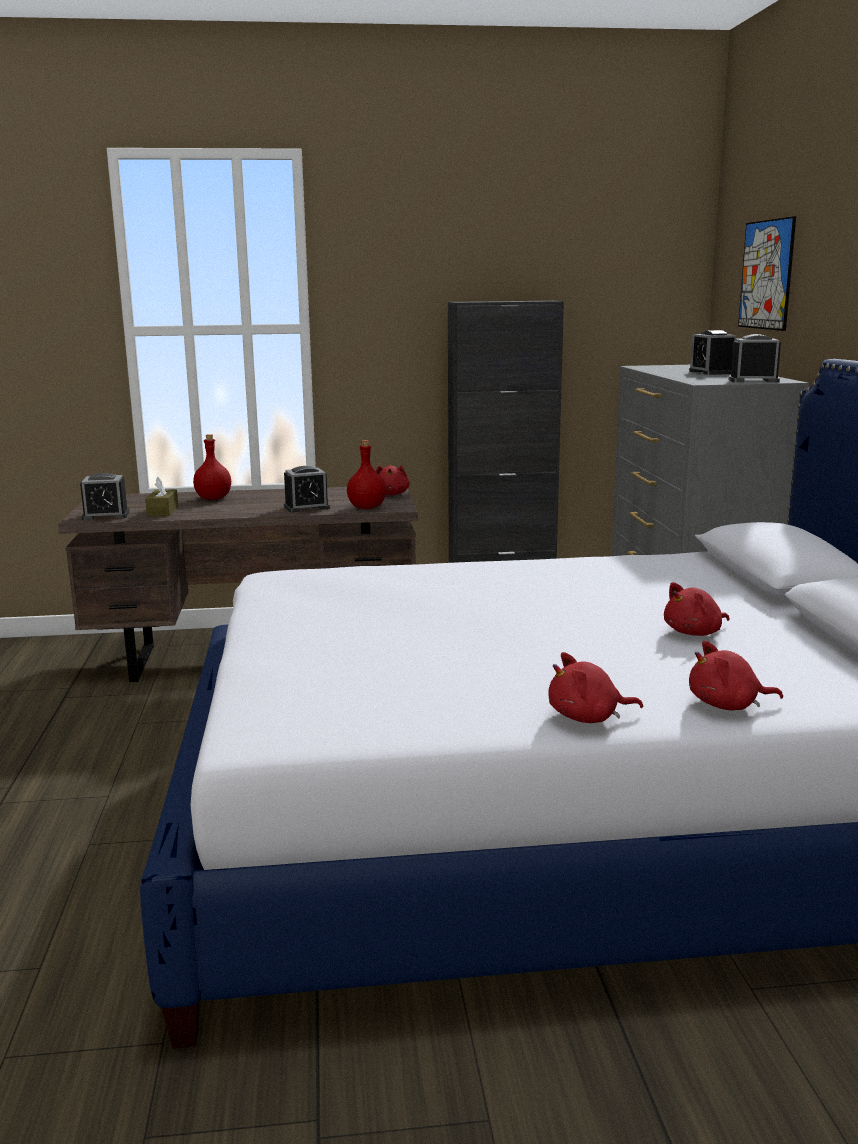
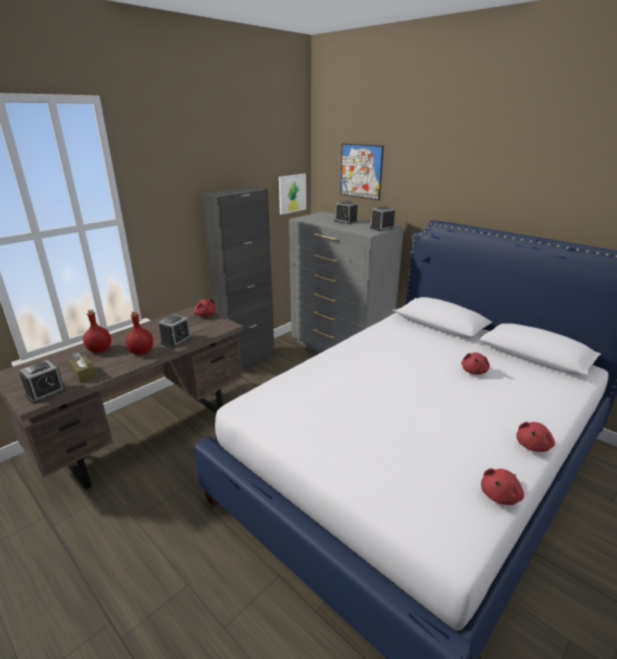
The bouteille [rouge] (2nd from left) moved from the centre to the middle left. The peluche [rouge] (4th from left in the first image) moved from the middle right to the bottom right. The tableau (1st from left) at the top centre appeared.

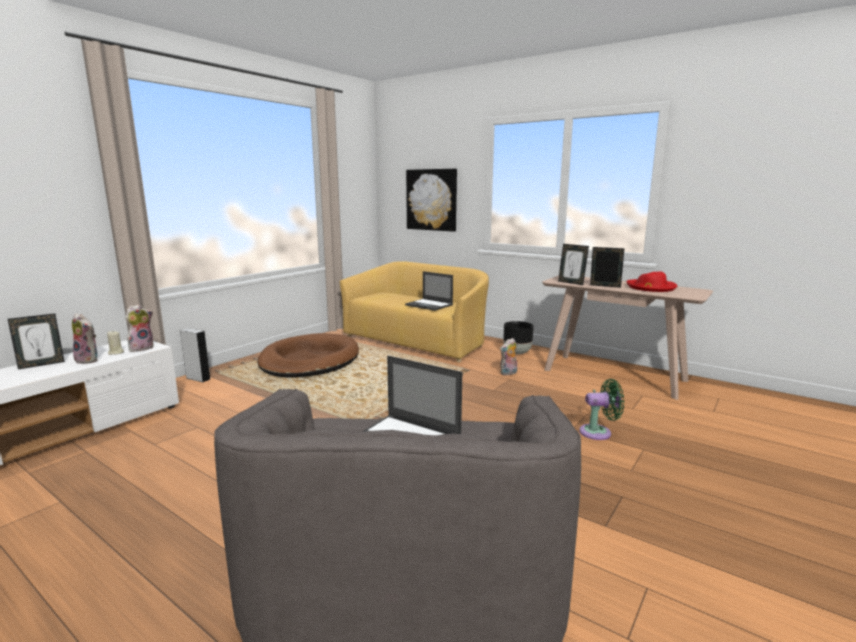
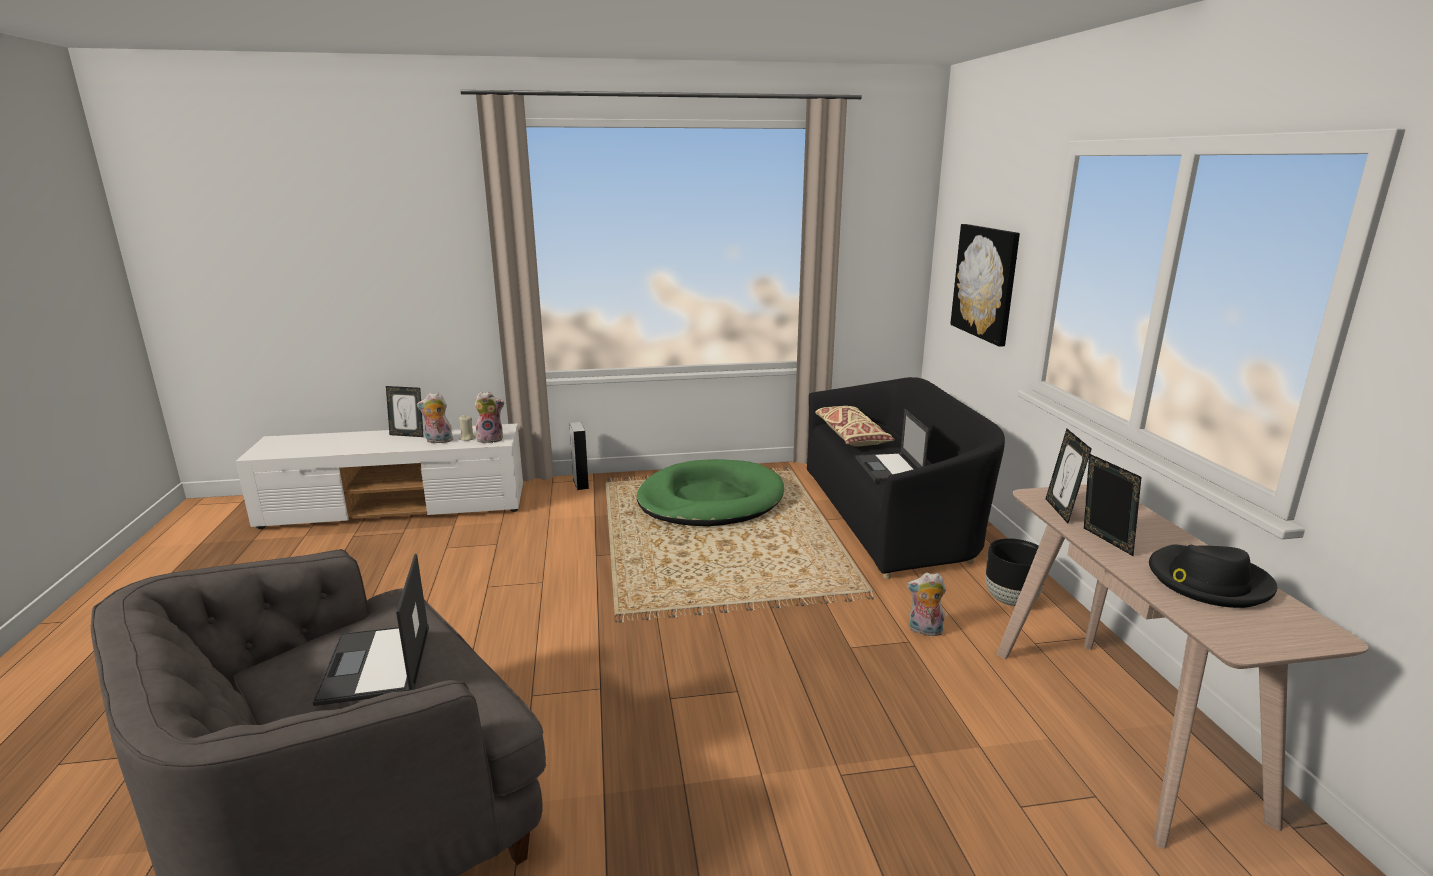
The canapé [jaune] at the centre became the canapé [noir] at the centre. The chapeau [rouge] at the middle right became the chapeau [noir] at the middle right. The peluche (1st from left) at the middle left turned 105 degrees clockwise. The panier pour chien [marron] at the centre became the panier pour chien [vert] at the centre. The ventilateur [vert] at the middle right disappeared. The coussin [beige] at the centre appeared.

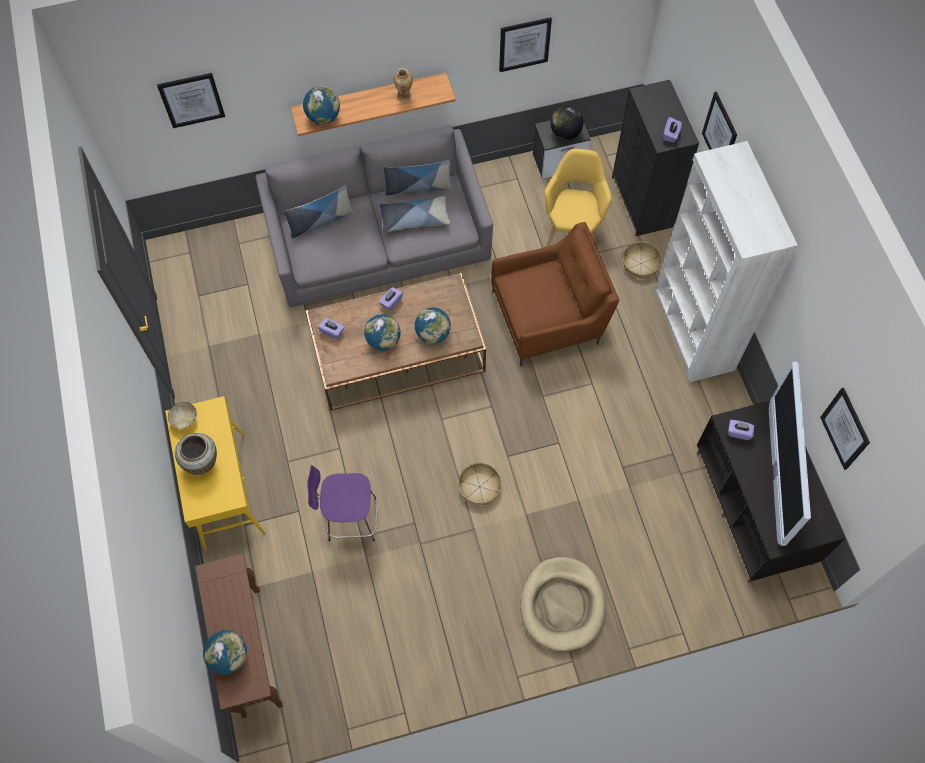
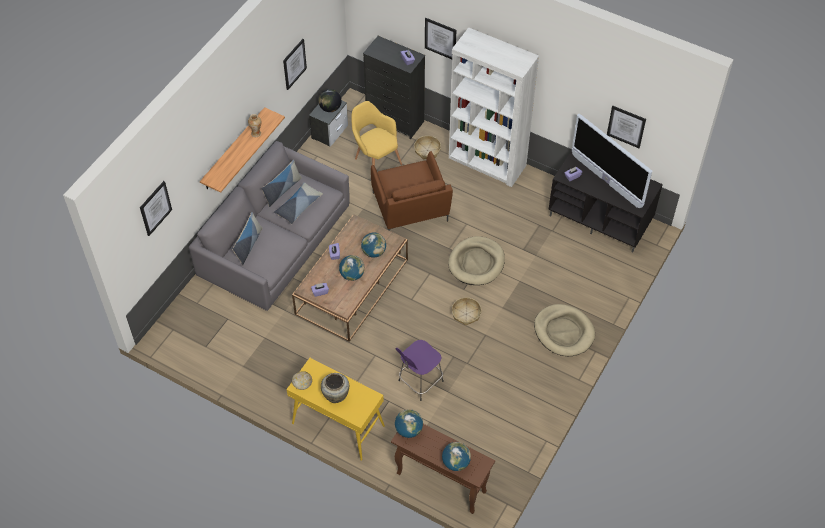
The globe (2nd from left in the first image) moved from the top centre to the bottom centre. The fauteuil [marron] at the centre turned 135 degrees clockwise. The panier pour chien [beige] (1st from left) at the centre appeared.

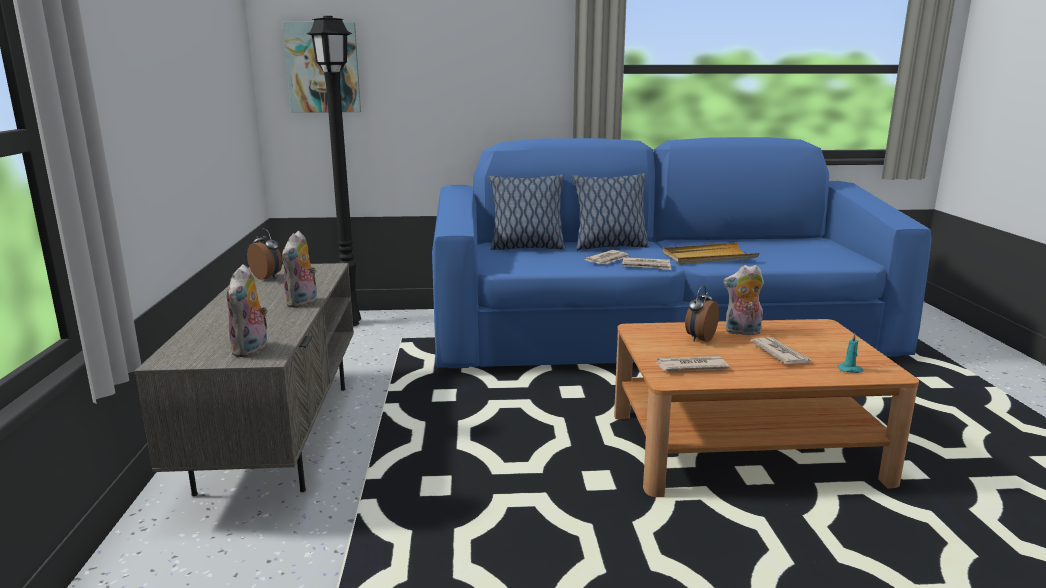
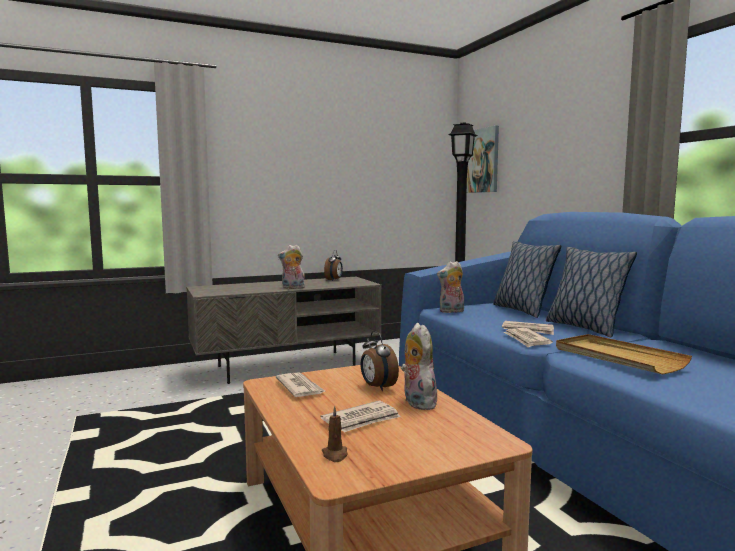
The peluche (1st from left in the first image) moved from the middle left to the centre. The réveil (2nd from left) at the middle right turned 135 degrees counterclockwise. The bougie [turquoise] at the middle right became the bougie [marron] at the bottom centre.

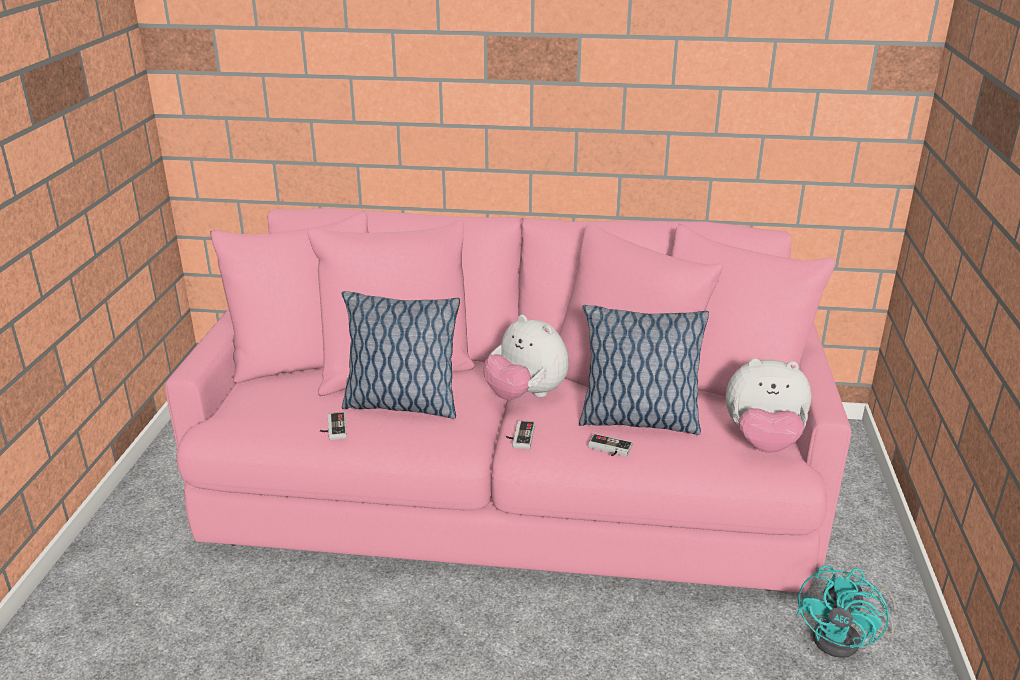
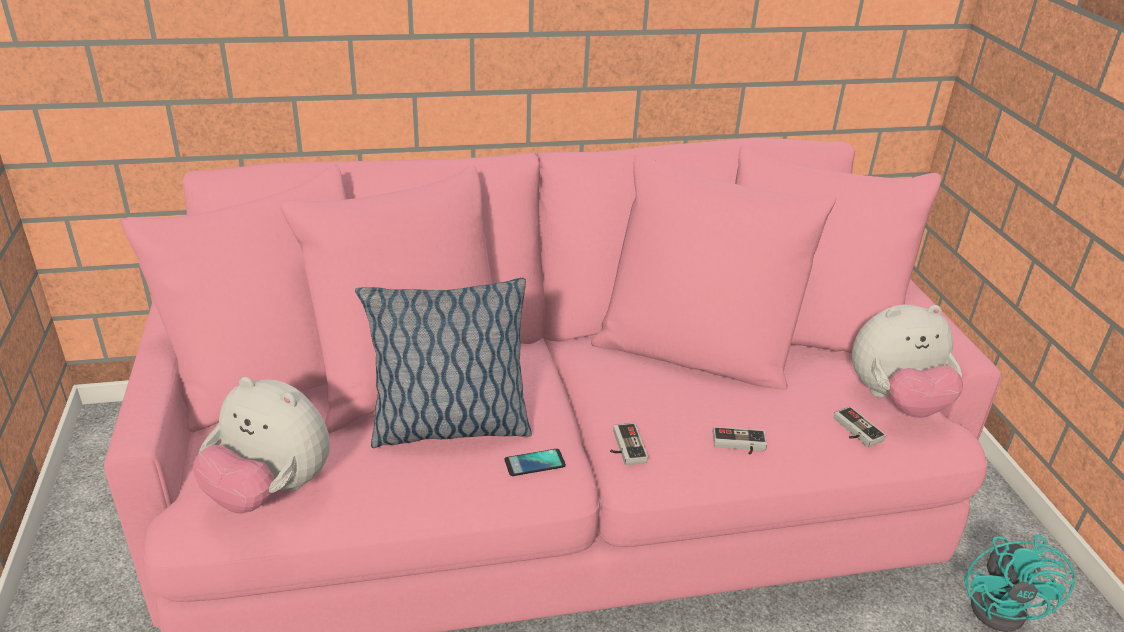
The coussin (2nd from left) at the centre disappeared. The peluche (1st from left) moved from the centre to the bottom left. The manette (1st from left in the first image) moved from the middle left to the bottom right. The téléphone at the bottom centre appeared.

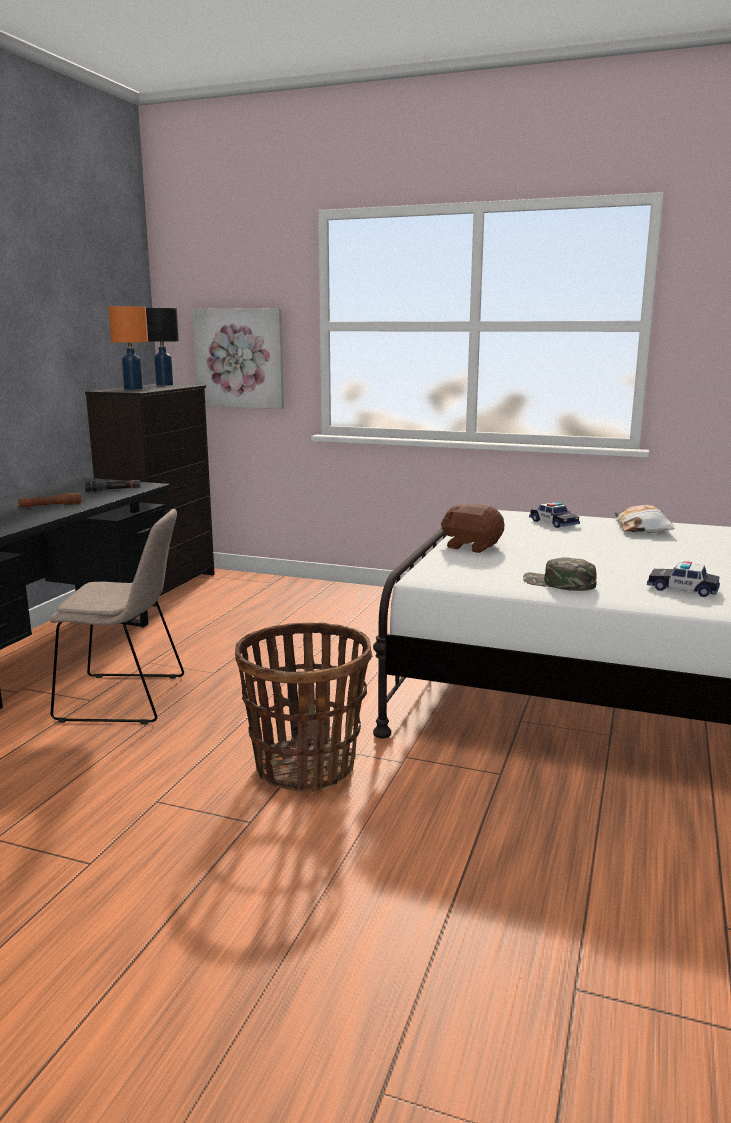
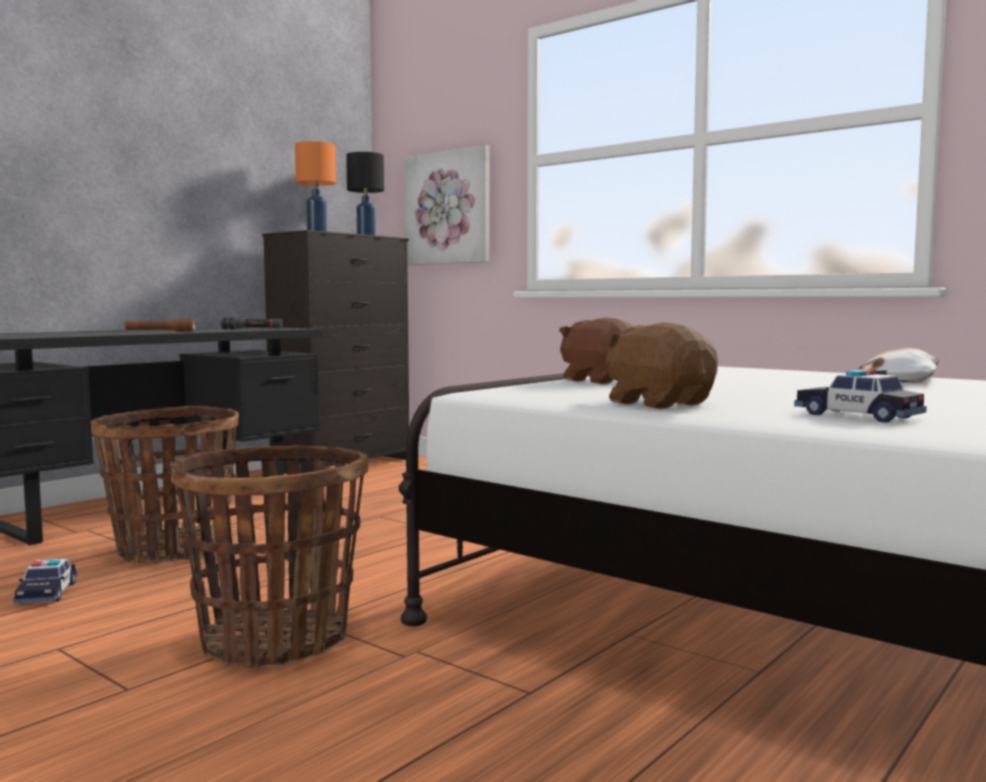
The petite voiture (1st from left) moved from the middle right to the bottom left. The chaise [beige] at the middle left was replaced by the panier (1st from left) at the middle left. The casquette [vert] at the middle right was replaced by the peluche [marron] (2nd from left) at the middle right.

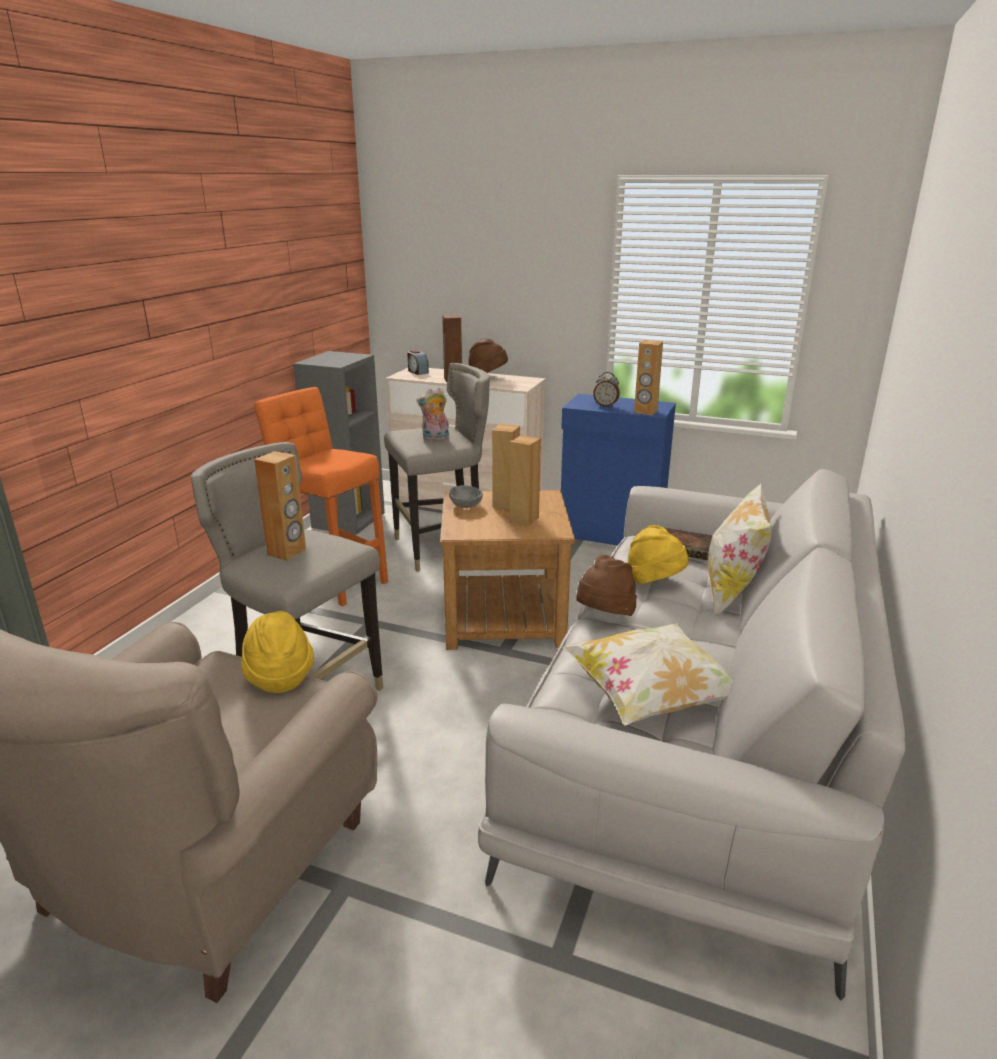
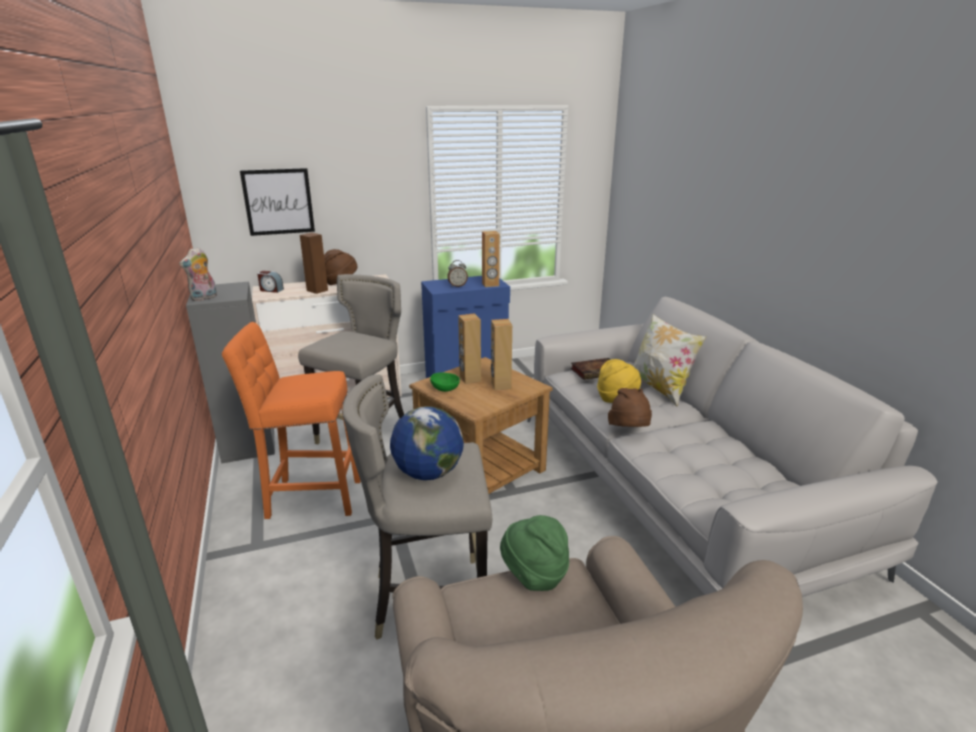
The peluche moved from the centre to the middle left. The enceinte [marron] (1st from left) at the middle left was replaced by the globe at the centre. The bol [gris] at the centre became the bol [vert] at the centre. The chapeau [jaune] (1st from left) at the middle left became the chapeau [vert] at the bottom centre. The coussin (1st from left) at the centre disappeared. The tableau at the top left appeared.

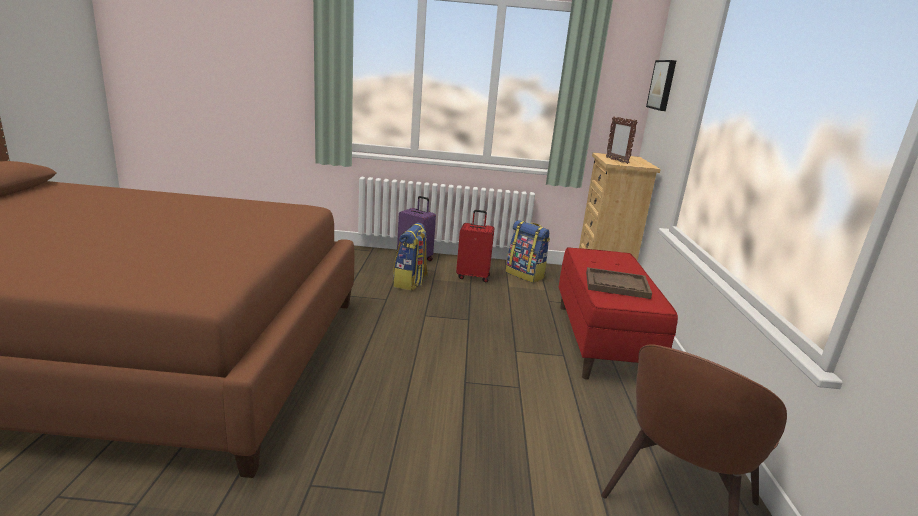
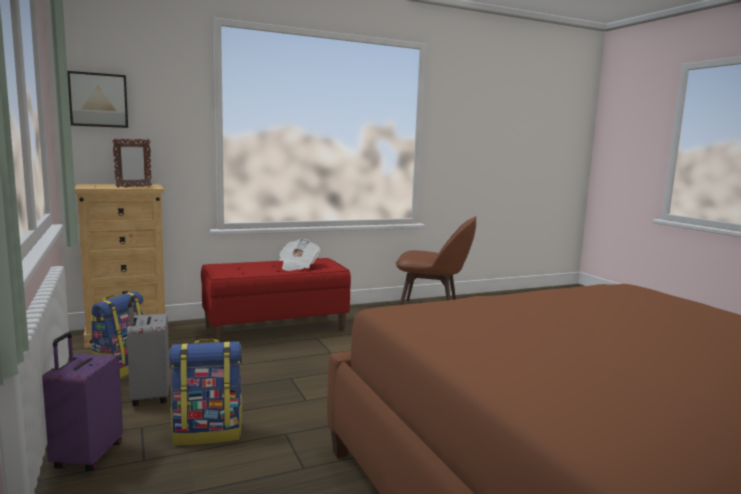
The valise [rouge] at the centre became the valise [gris] at the bottom left. The plateau [marron] at the middle right was replaced by the journal at the centre.

